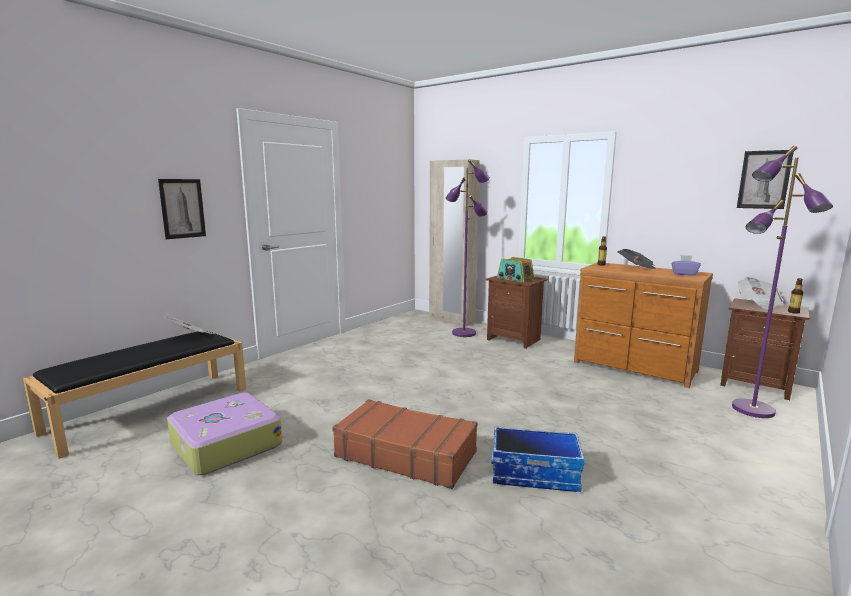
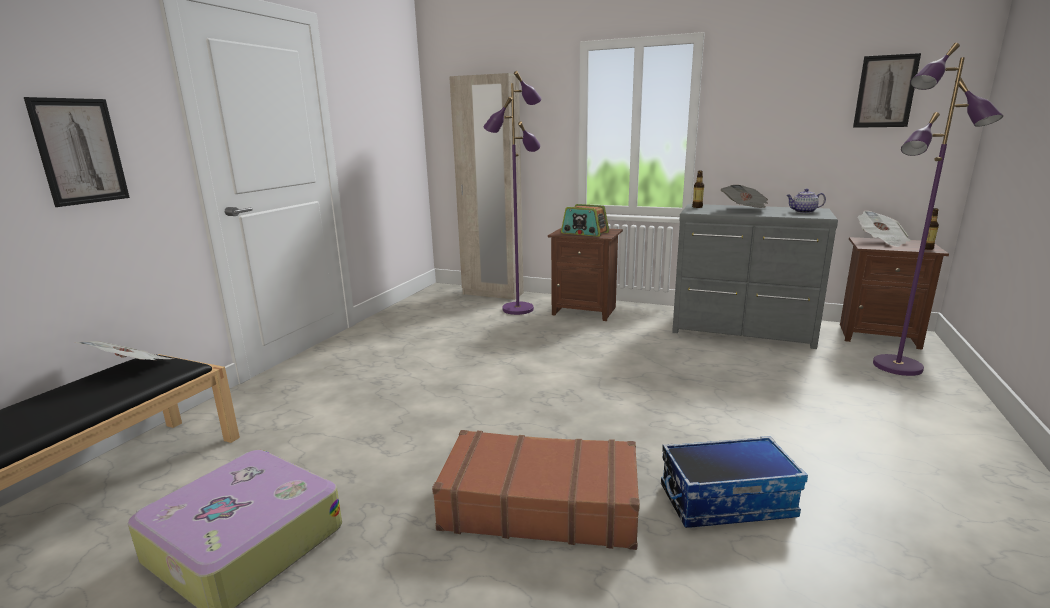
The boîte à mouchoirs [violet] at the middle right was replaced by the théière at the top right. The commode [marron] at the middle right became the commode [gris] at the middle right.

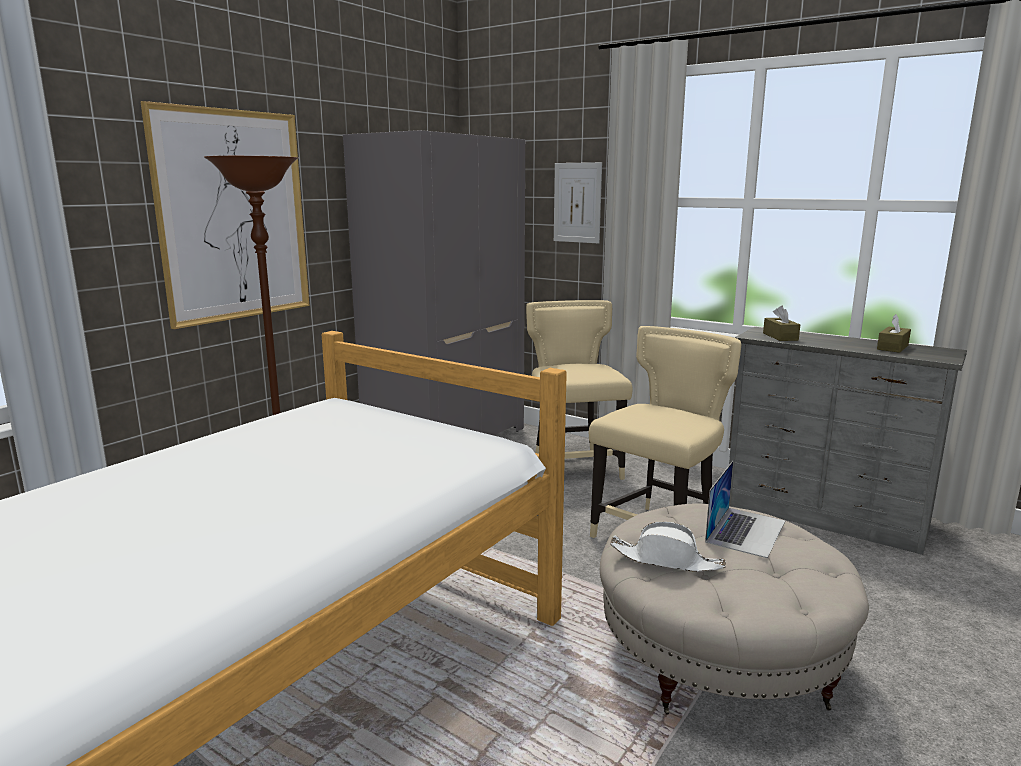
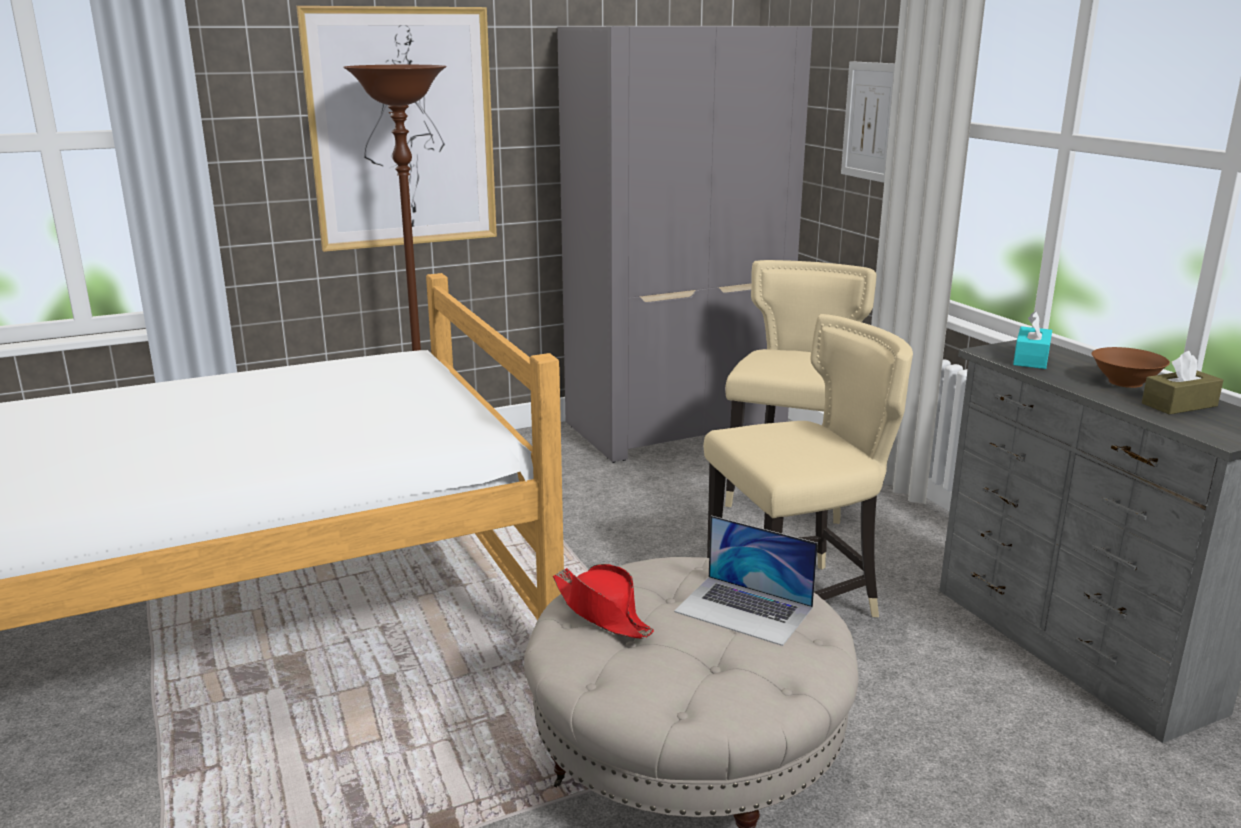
The boîte à mouchoirs [marron] (1st from left) at the middle right became the boîte à mouchoirs [turquoise] at the middle right. The ordinateur portable at the middle right turned 60 degrees clockwise. The chapeau [blanc] at the bottom centre became the chapeau [rouge] at the bottom centre. The bol [marron] at the middle right appeared.

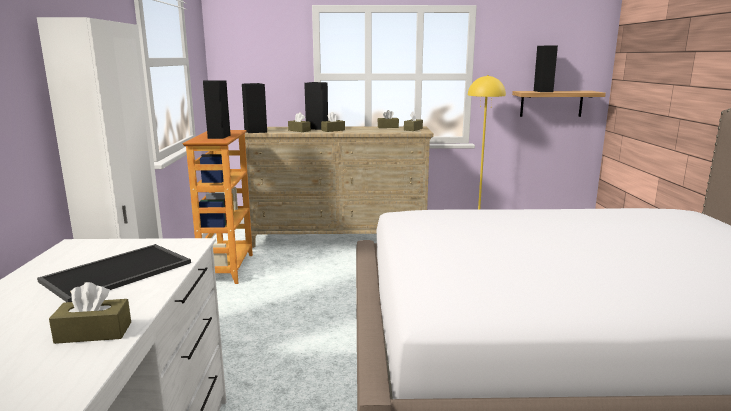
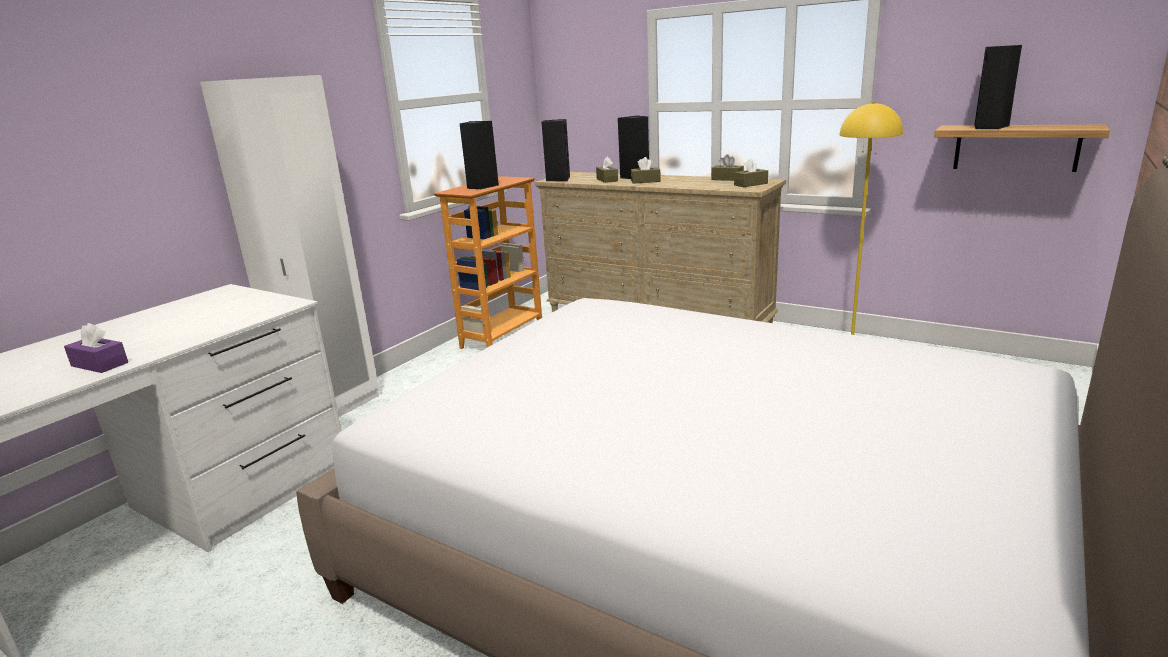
The plateau at the middle left disappeared. The boîte à mouchoirs [marron] (1st from left) at the bottom left became the boîte à mouchoirs [violet] at the middle left.

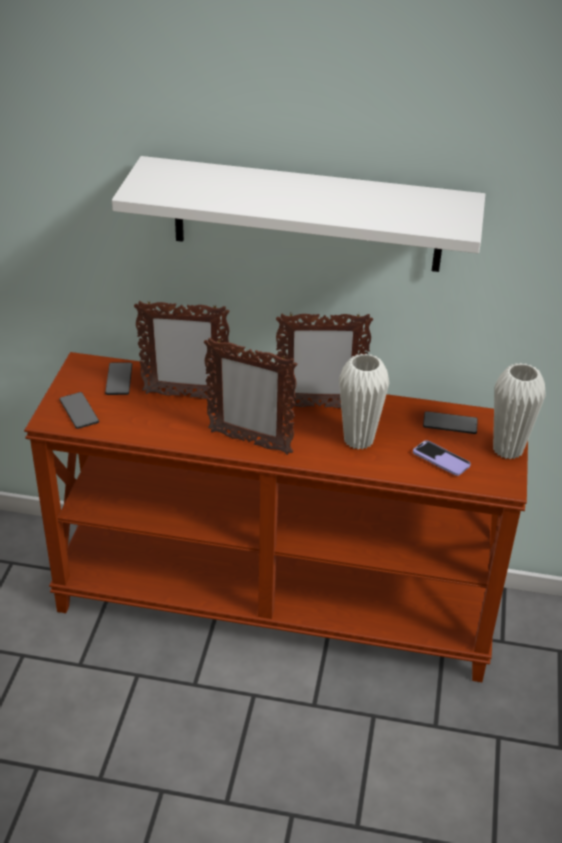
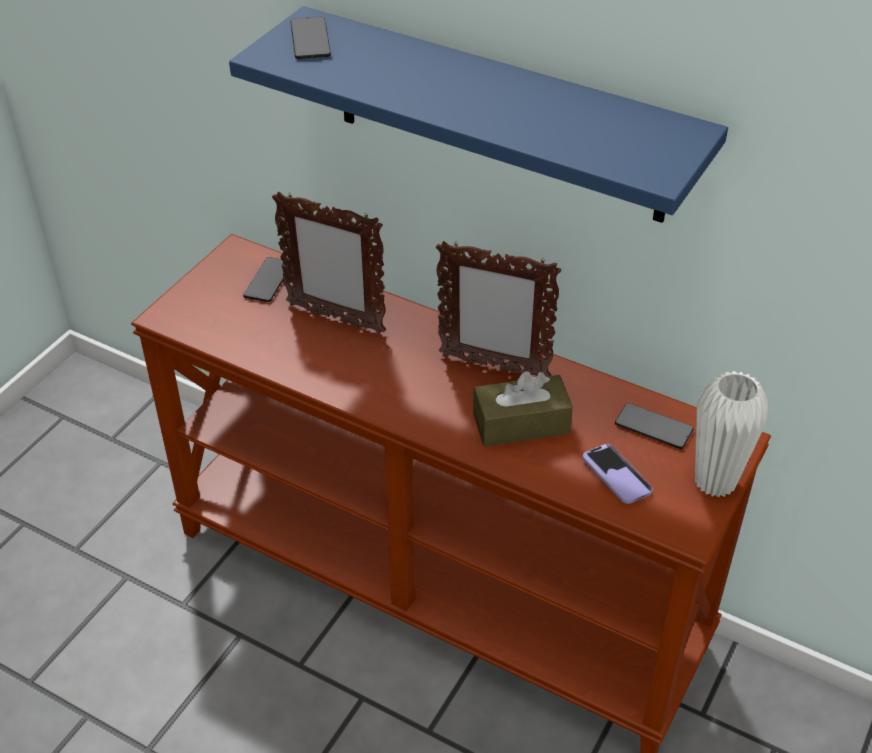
The étagère [blanc] at the top centre became the étagère [bleu] at the top centre. The cadre photo (2nd from left) at the centre disappeared. The vase [blanc] (1st from left) at the centre was replaced by the boîte à mouchoirs [marron] at the centre. The téléphone (1st from left in the first image) moved from the middle left to the top centre.

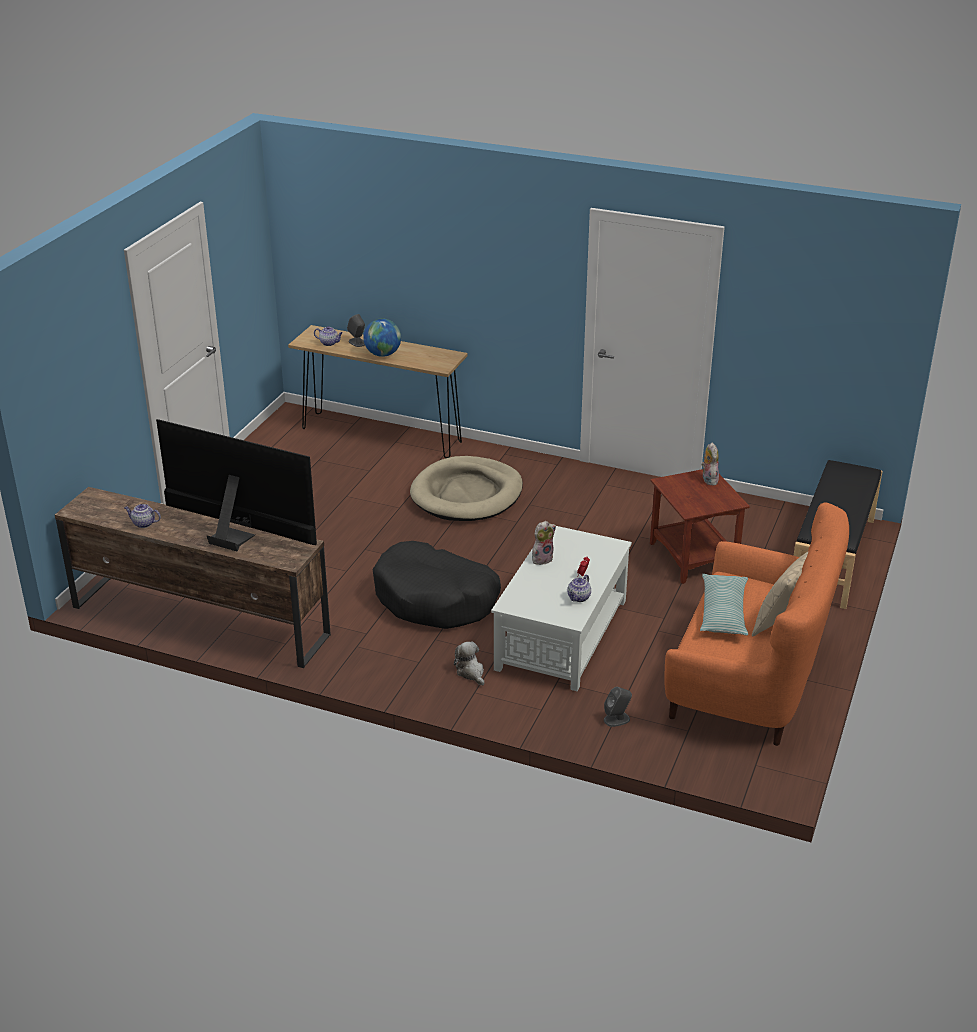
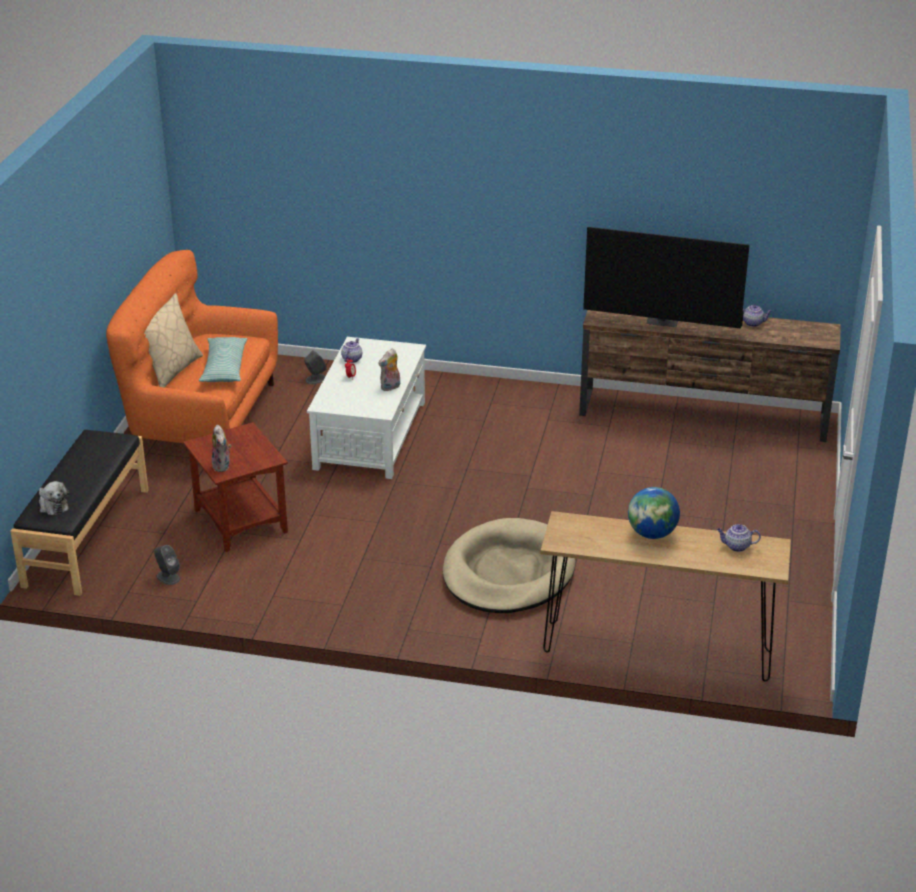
The enceinte [gris] (1st from left) moved from the top centre to the middle left. The panier pour chien [noir] at the centre disappeared. The peluche (1st from left) moved from the centre to the middle left.

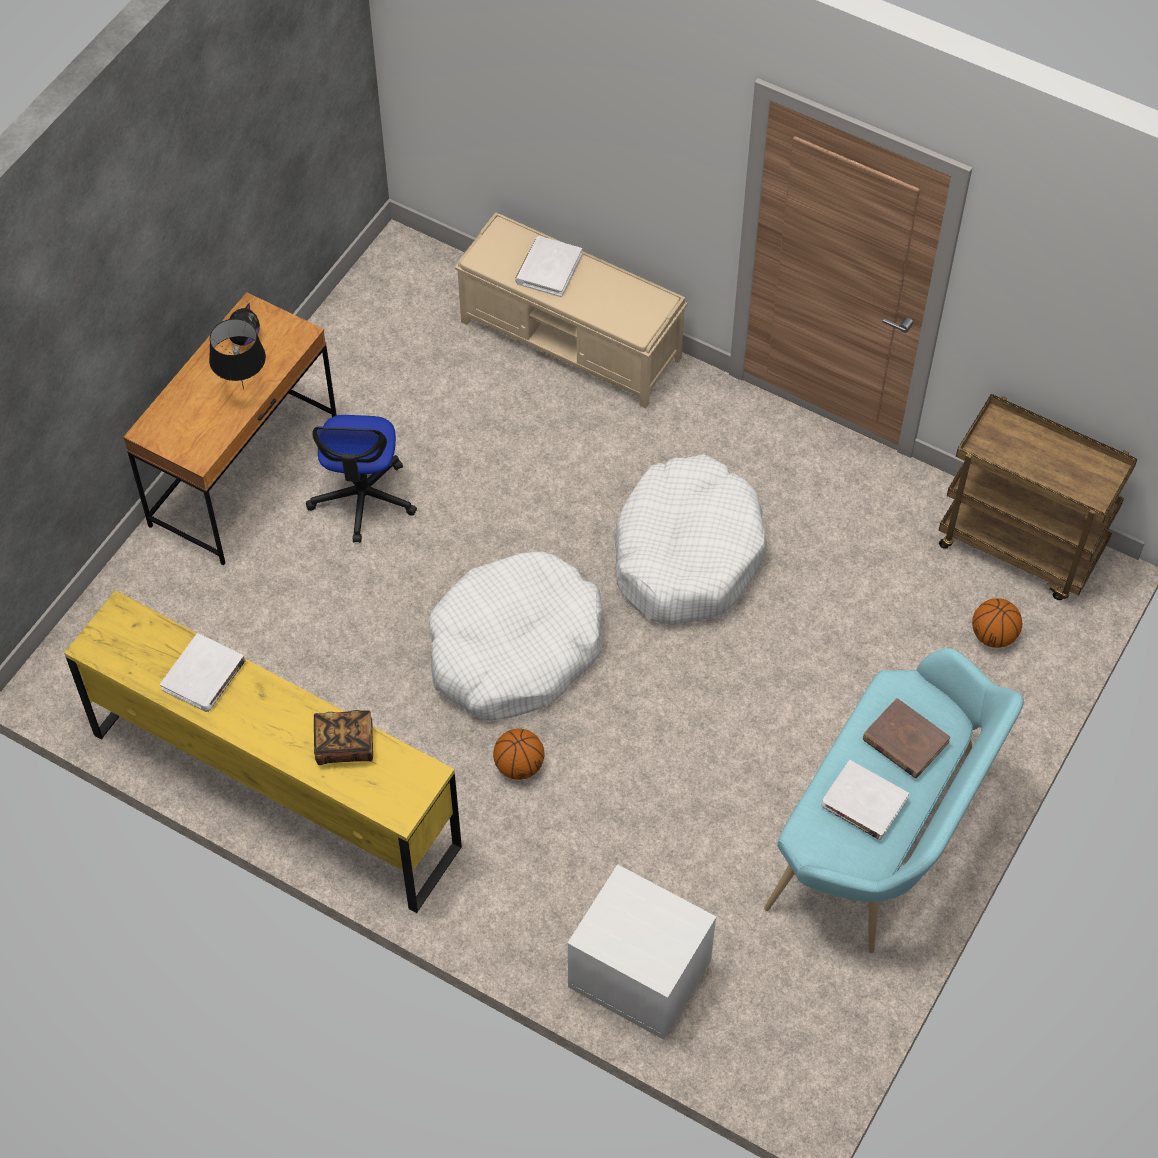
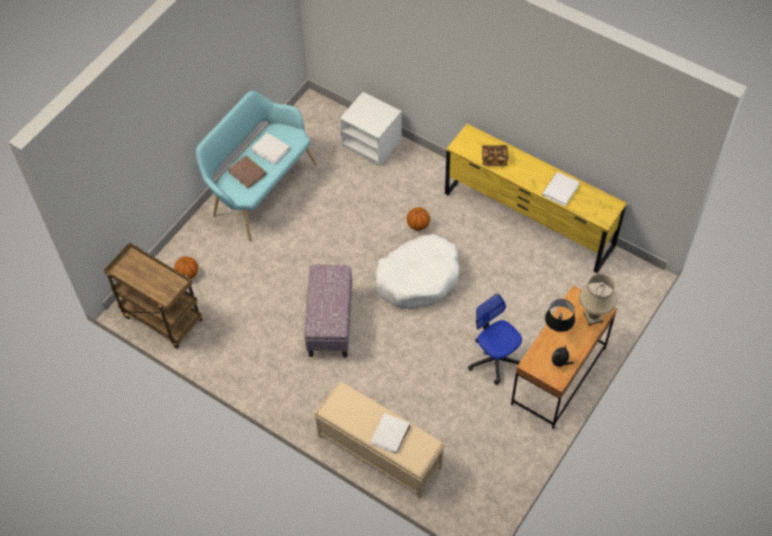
The chaise de bureau at the middle left turned 45 degrees counterclockwise. The panier pour chien [blanc] (2nd from left) at the centre was replaced by the pouf at the centre. The lampe de table [beige] at the middle right appeared.

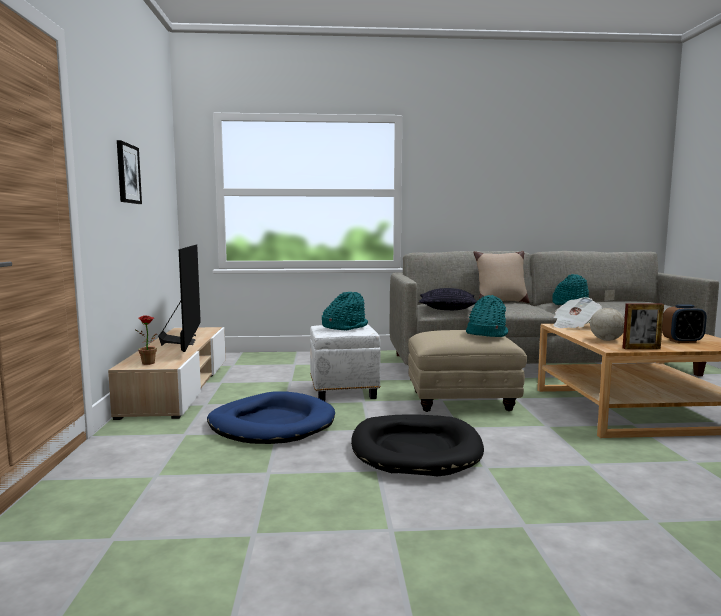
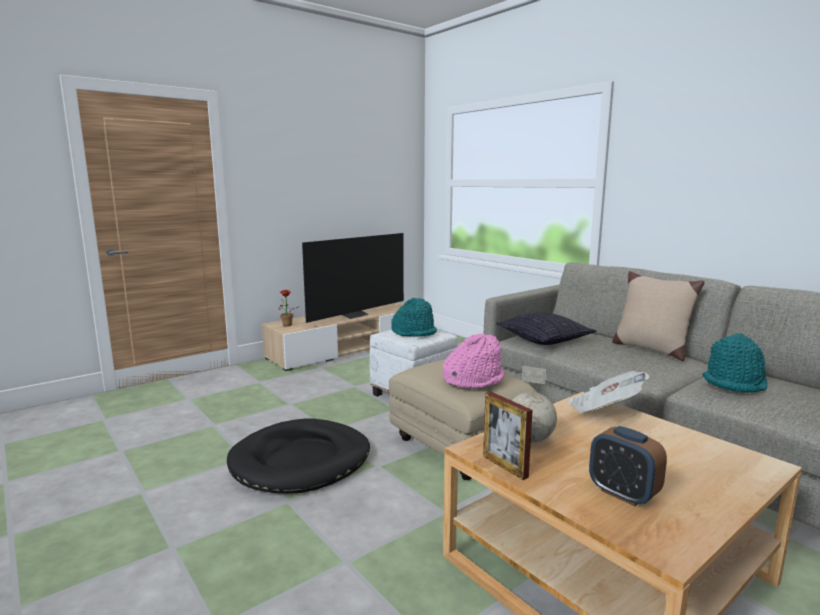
The tableau at the top left disappeared. The chapeau [turquoise] (2nd from left) at the middle right became the chapeau [rose] at the centre. The panier pour chien [bleu] at the bottom centre disappeared.

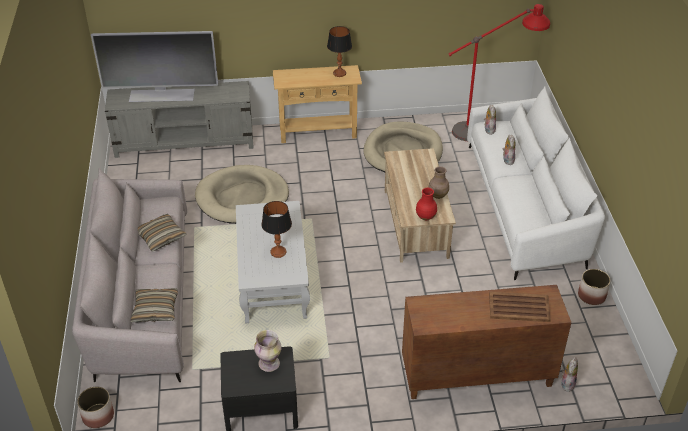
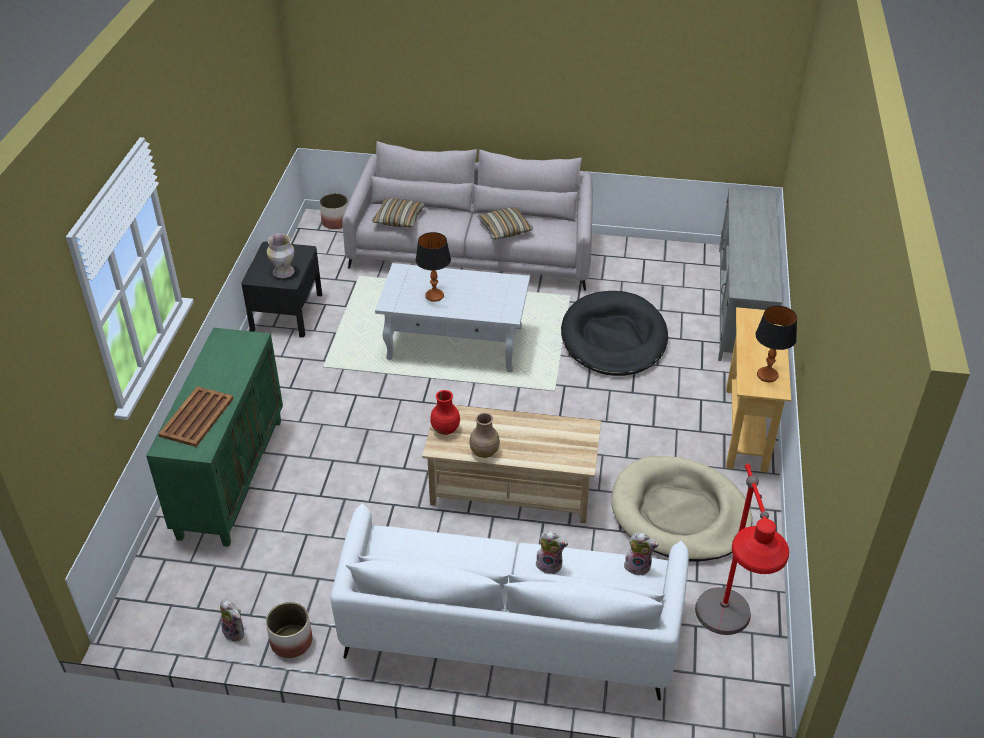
The téléviseur at the top left disappeared. The panier pour chien [beige] (1st from left) at the centre became the panier pour chien [noir] at the centre. The meuble de rangement [marron] at the bottom right became the meuble de rangement [vert] at the middle left. The peluche (3rd from left in the first image) moved from the bottom right to the bottom left.

